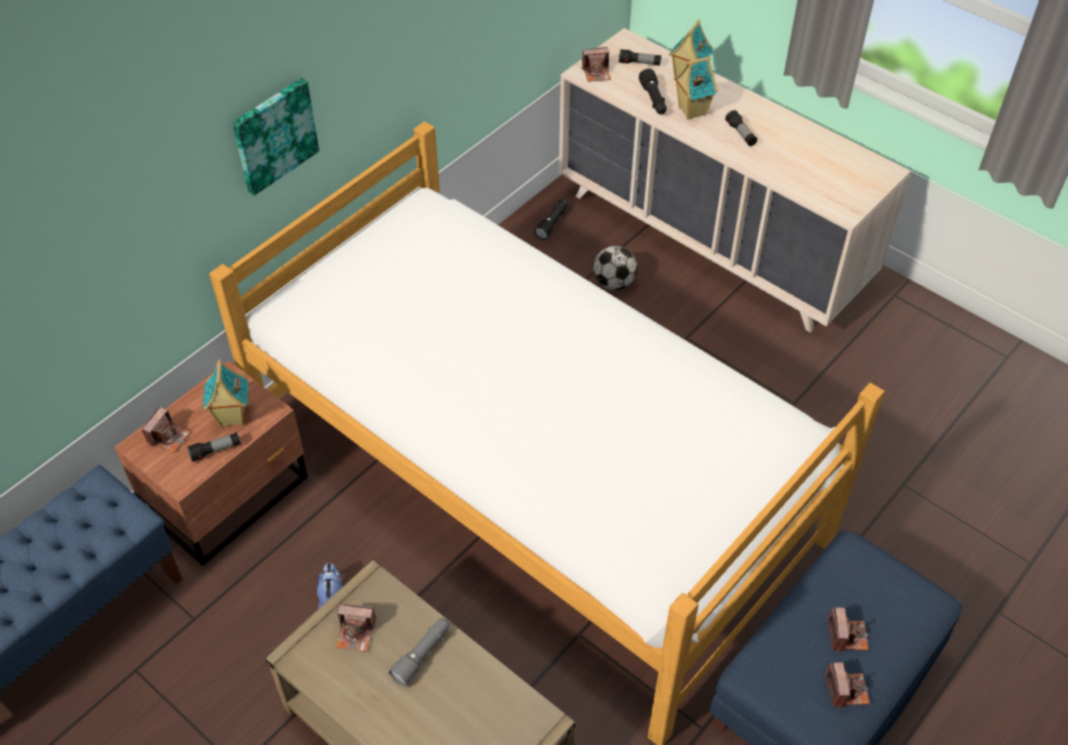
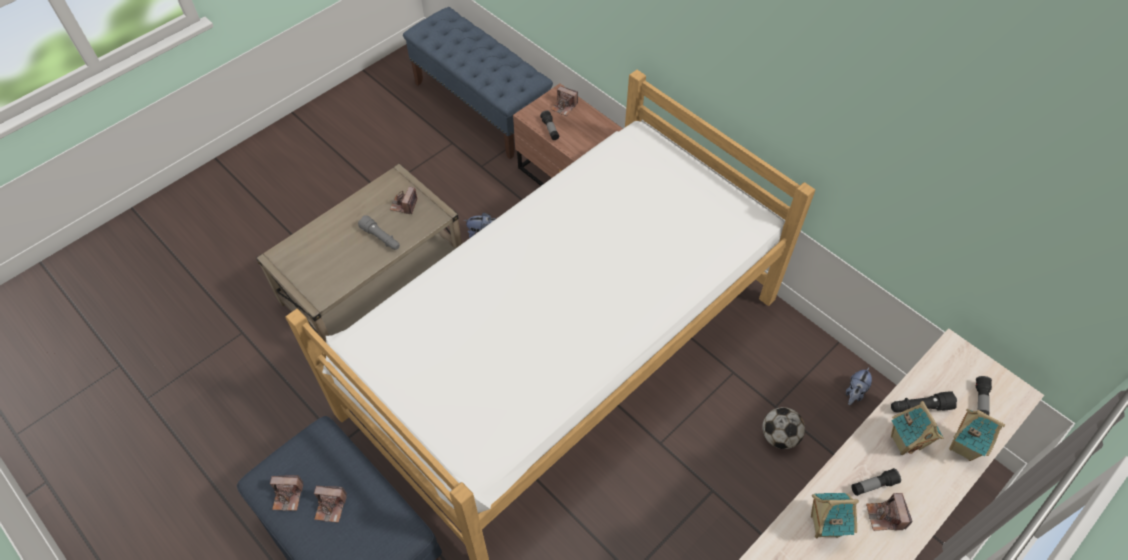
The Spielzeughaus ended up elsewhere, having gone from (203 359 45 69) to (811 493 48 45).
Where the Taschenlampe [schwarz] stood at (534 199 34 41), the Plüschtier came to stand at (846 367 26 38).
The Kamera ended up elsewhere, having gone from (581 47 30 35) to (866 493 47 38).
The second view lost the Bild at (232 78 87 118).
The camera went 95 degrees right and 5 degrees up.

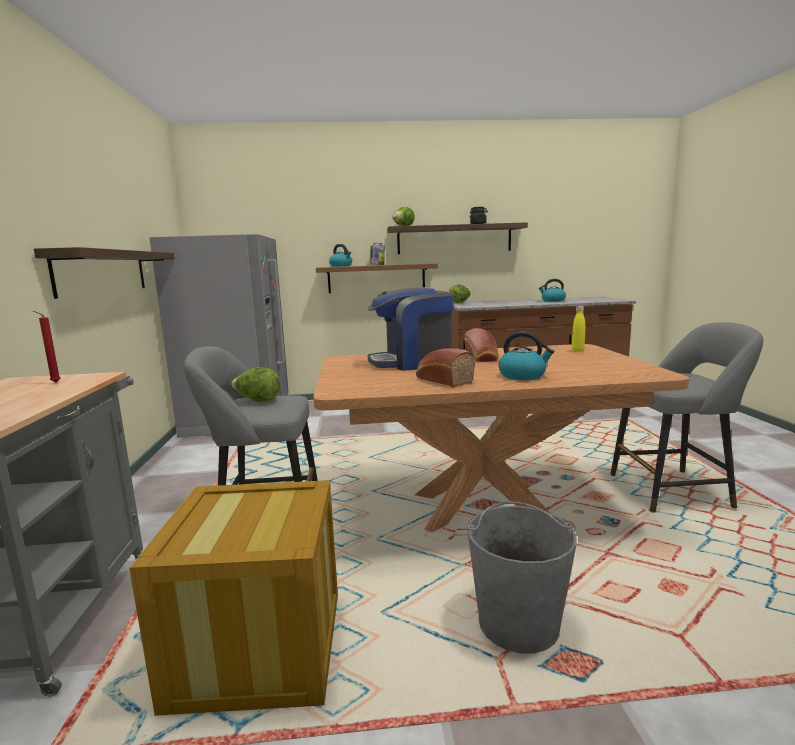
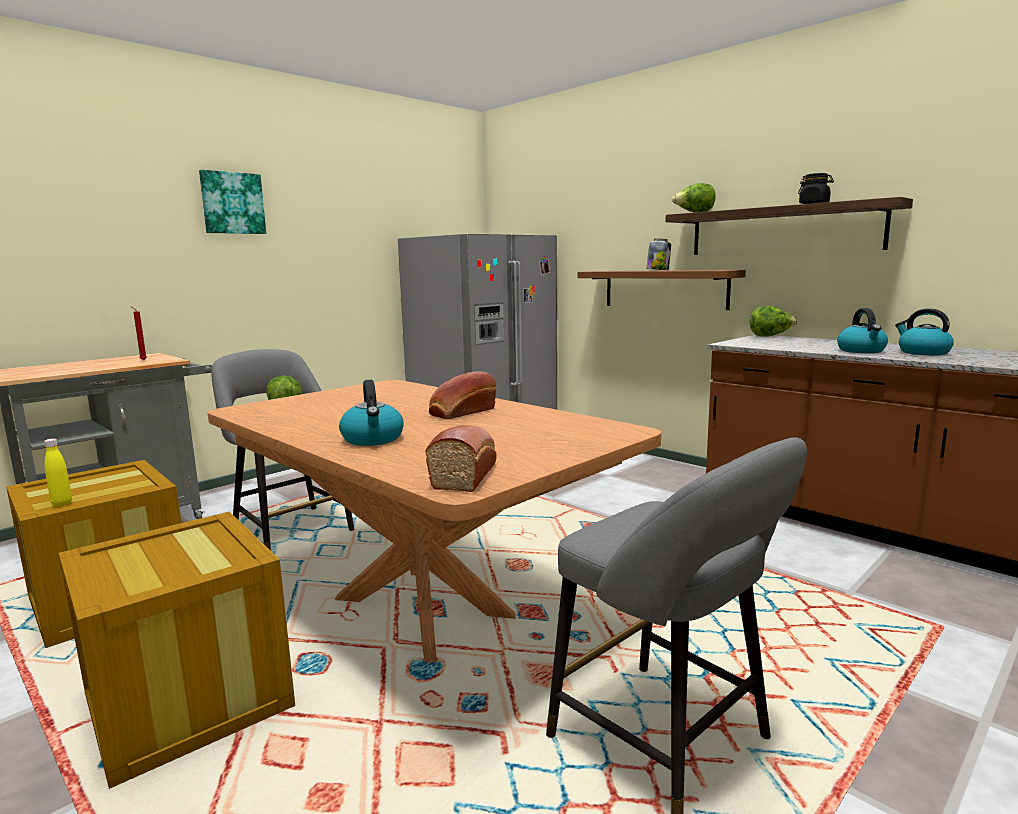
The Flasche [gelb] ended up elsewhere, having gone from (572 306 13 46) to (44 439 28 67).
Where the Eimer [grau] stood at (467 501 110 153), the Kiste came to stand at (59 512 236 277).
The second view gained the Bild at (199 170 67 64).
The Brot ended up elsewhere, having gone from (416 348 59 39) to (425 425 72 67).
The Wasserkessel ended up elsewhere, having gone from (329 244 23 23) to (837 308 51 45).
The second view lost the Wandregal at (34 247 140 52).
The second view lost the Kaffeemaschine at (367 287 87 84).
The camera went 50 degrees right and 0 degrees up.

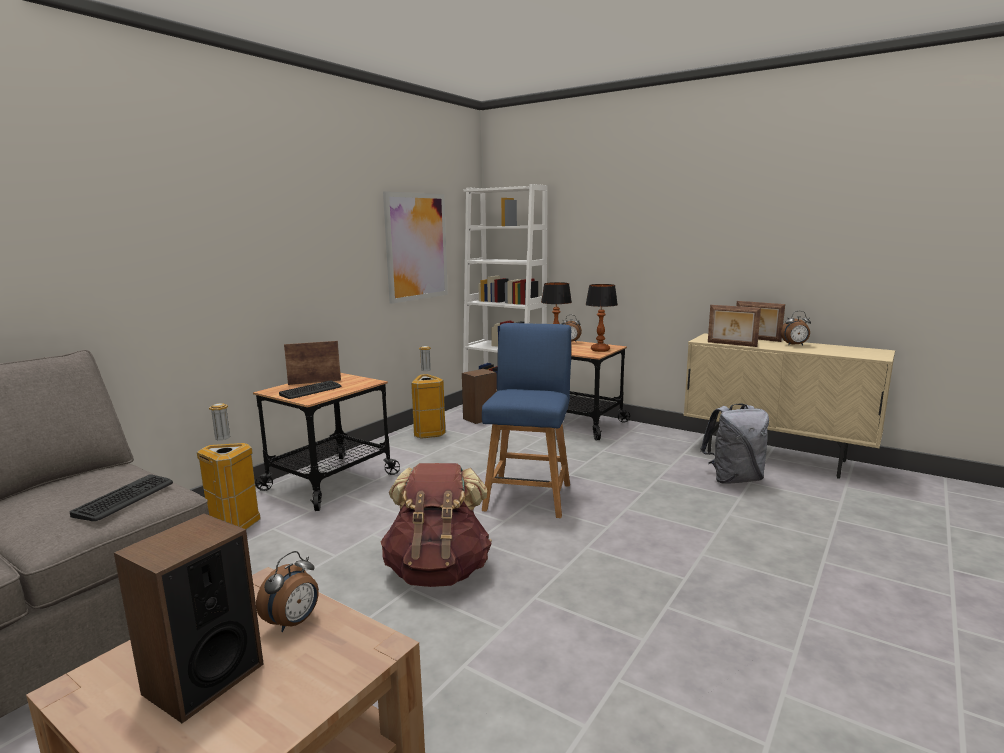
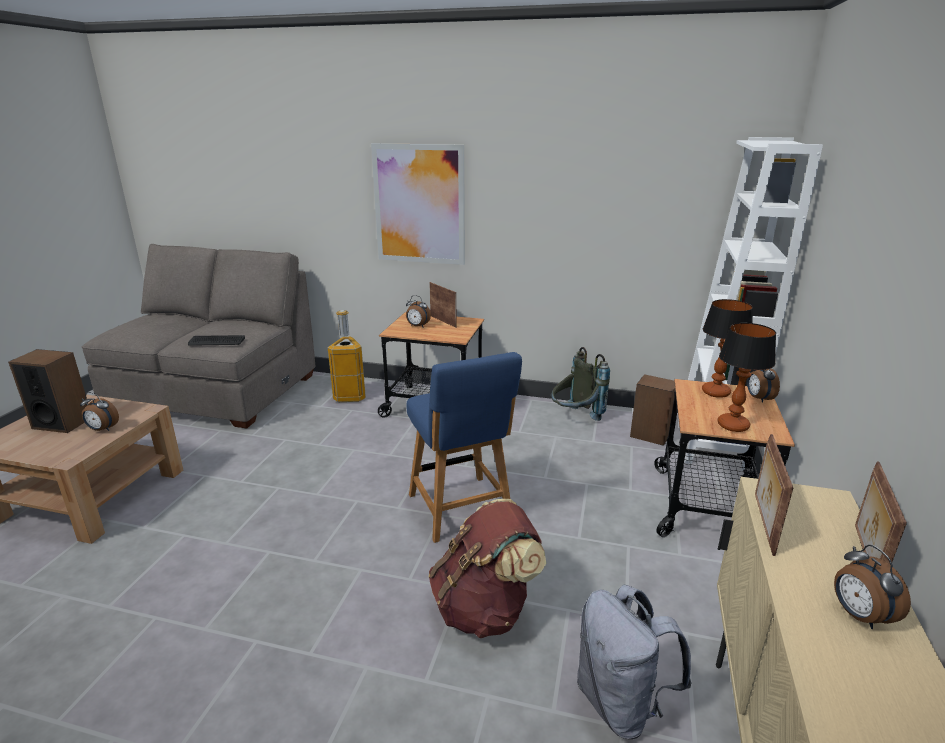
The Bild ended up elsewhere, having gone from (383 191 65 113) to (371 143 94 122).
Where the Tastatur stood at (279 380 62 19), the Wecker came to stand at (406 295 25 32).
The Stuhl [blau] at (482 323 89 195) ended up facing another way, 75 degrees clockwise from before.
The Rucksack [braun] ended up elsewhere, having gone from (381 463 111 124) to (429 499 117 139).
Where the Mülleimer stood at (411 346 35 93), the Rucksack [grau] came to stand at (551 347 59 74).
The camera went 70 degrees right and 10 degrees up.

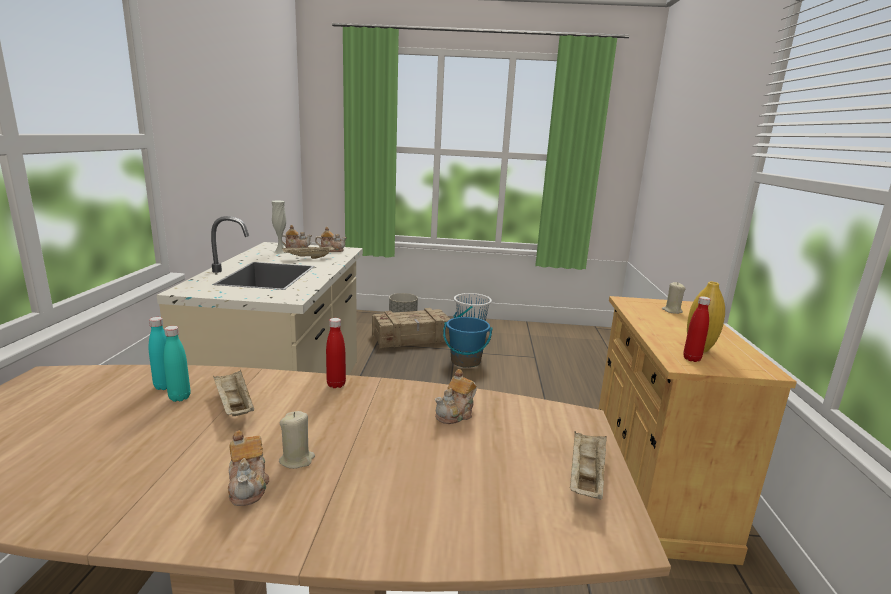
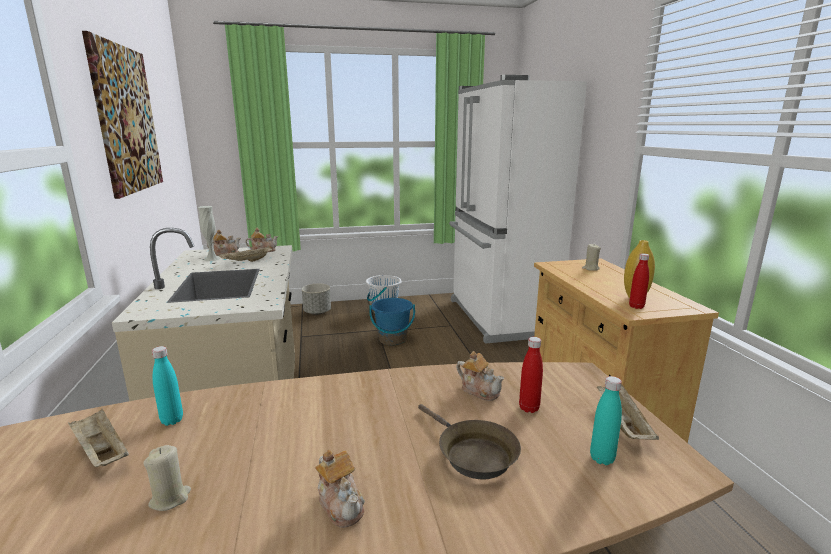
The Tablett [beige] ended up elsewhere, having gone from (213 369 41 47) to (68 409 61 58).
The second view gained the Bild at (82 31 81 168).
The Kerze [beige] ended up elsewhere, having gone from (279 411 36 58) to (143 445 48 66).
The second view gained the Pfanne [braun] at (418 404 103 75).
The second view gained the Kühlschrank [weiß] at (449 75 138 269).
The Teekanne at (435 369 42 55) ended up facing another way, 75 degrees counterclockwise from before.
The Flasche [rot] ended up elsewhere, having gone from (326 318 20 70) to (519 337 24 76).
The Flasche [türkis] ended up elsewhere, having gone from (164 326 27 76) to (590 376 32 89).
The second view lost the Kiste at (372 308 78 40).
The camera went 15 degrees left and 0 degrees up.

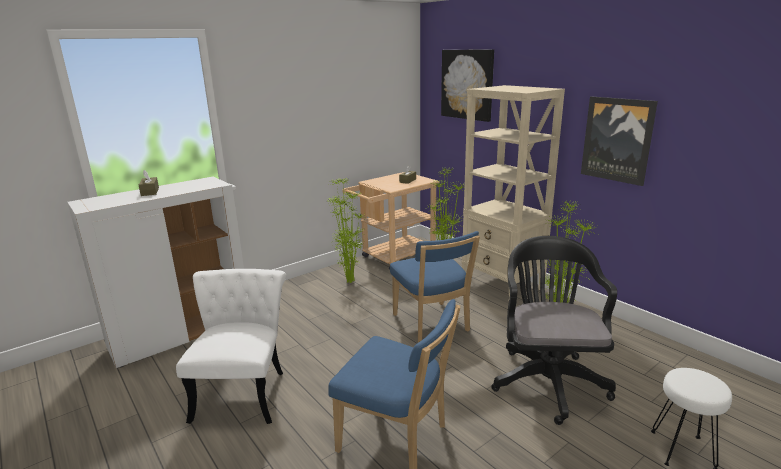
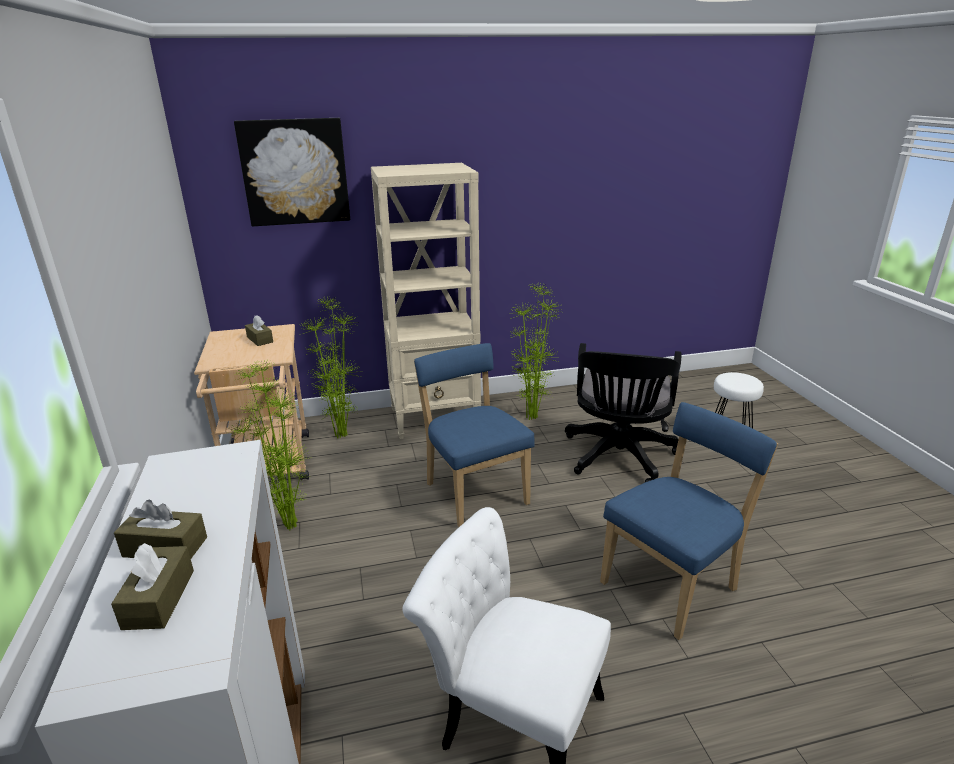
The second view gained the Taschentuchbox [braun] at (111 543 83 87).
The Stuhl [blau] at (390 231 90 112) ended up facing another way, 120 degrees counterclockwise from before.
The Bürostuhl [schwarz] at (491 236 126 189) ended up facing another way, 105 degrees counterclockwise from before.
The second view lost the Bild at (581 96 77 90).
The camera went 65 degrees left and 5 degrees up.

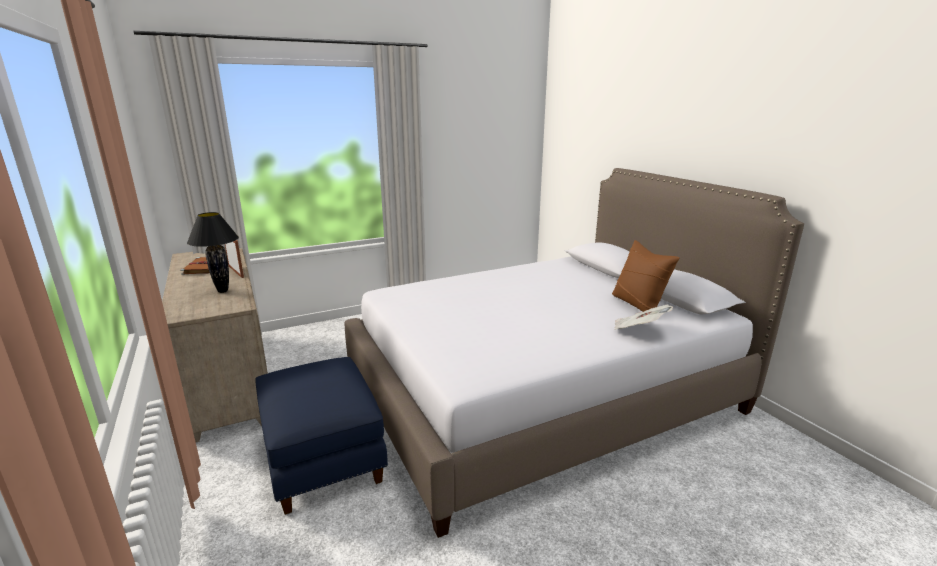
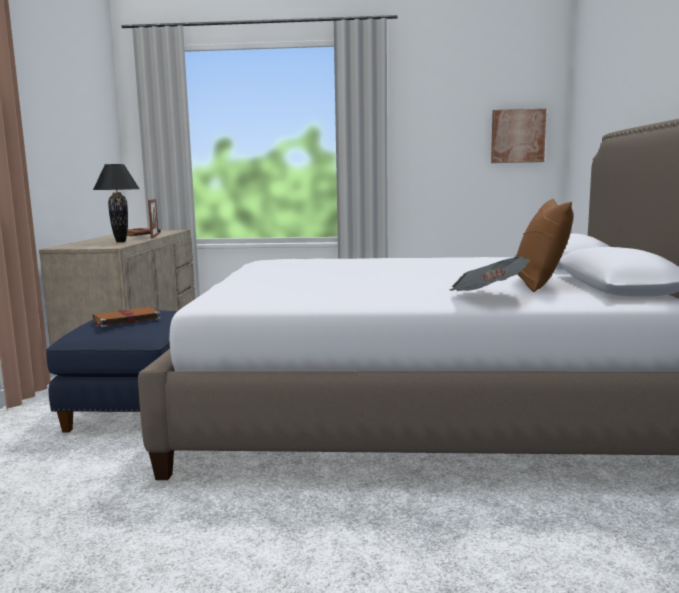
The second view gained the Buch [braun] at (93 307 67 20).
The second view gained the Bild at (491 109 55 54).
The camera went 30 degrees right and 10 degrees down.

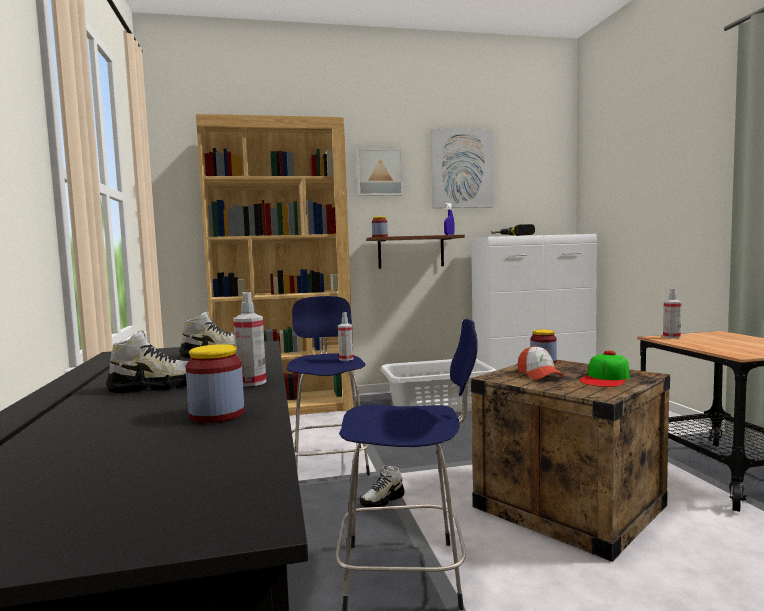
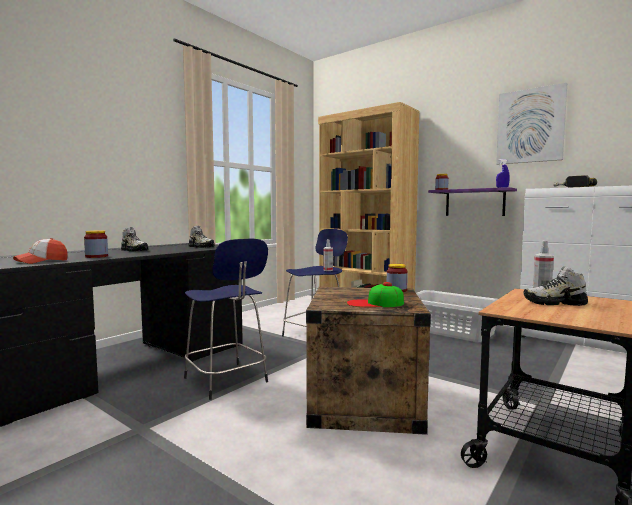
The Kappe ended up elsewhere, having gone from (518 345 46 35) to (13 238 55 26).
What was the Wandregal [braun] at (366 235 99 34) turned into the Wandregal [lila] at (428 187 89 29).
The Schuh ended up elsewhere, having gone from (360 464 45 44) to (524 266 64 40).
The second view lost the Sprühflasche at (233 292 33 95).
The second view lost the Bild at (356 148 47 48).
The camera went 50 degrees right and 0 degrees up.

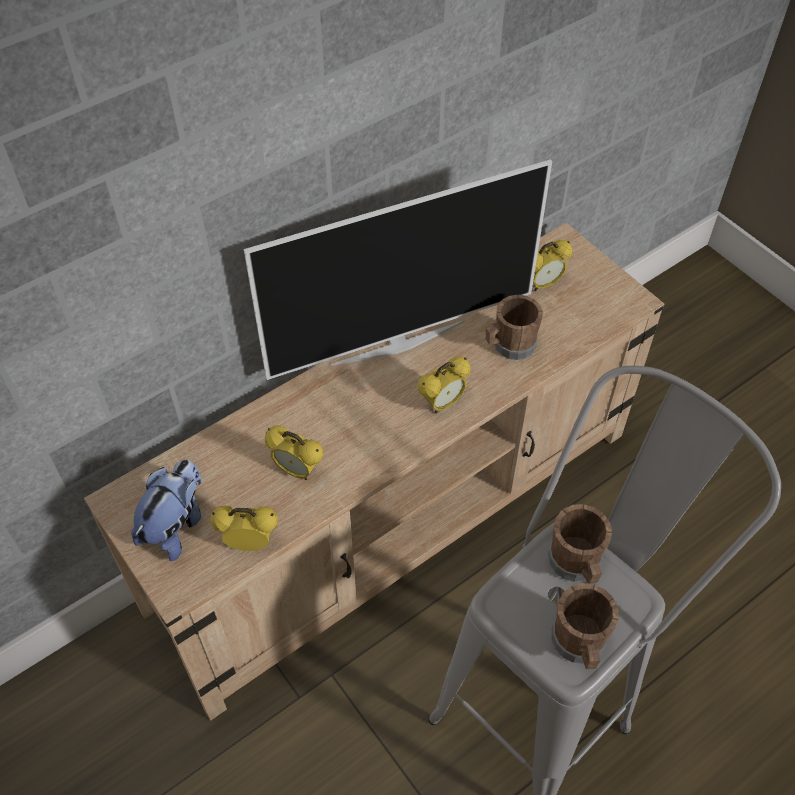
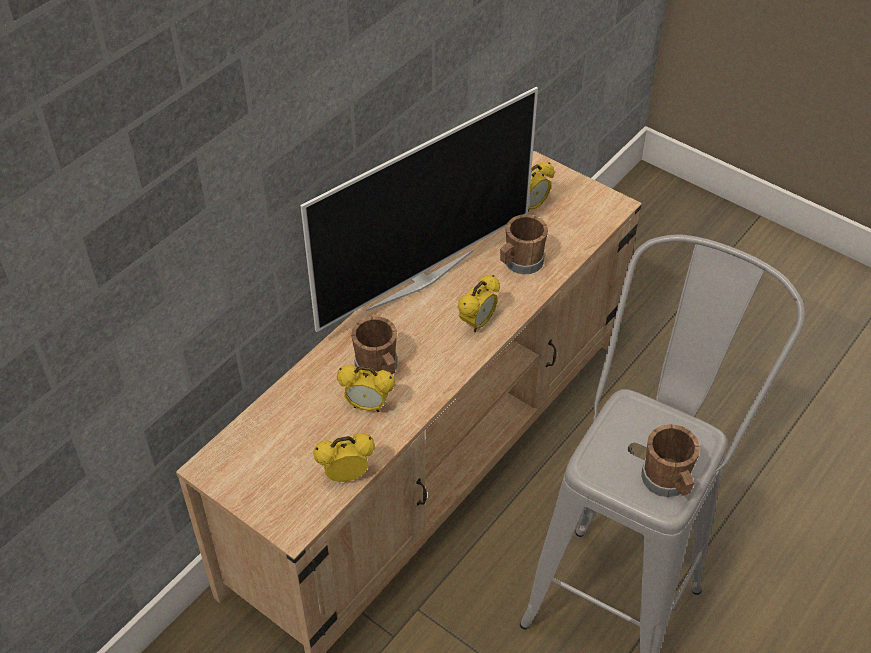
The Henkelbecher [braun] ended up elsewhere, having gone from (548 504 64 80) to (351 316 46 58).
The second view lost the Plüschtier at (131 459 71 102).
The camera went 15 degrees left and 5 degrees down.

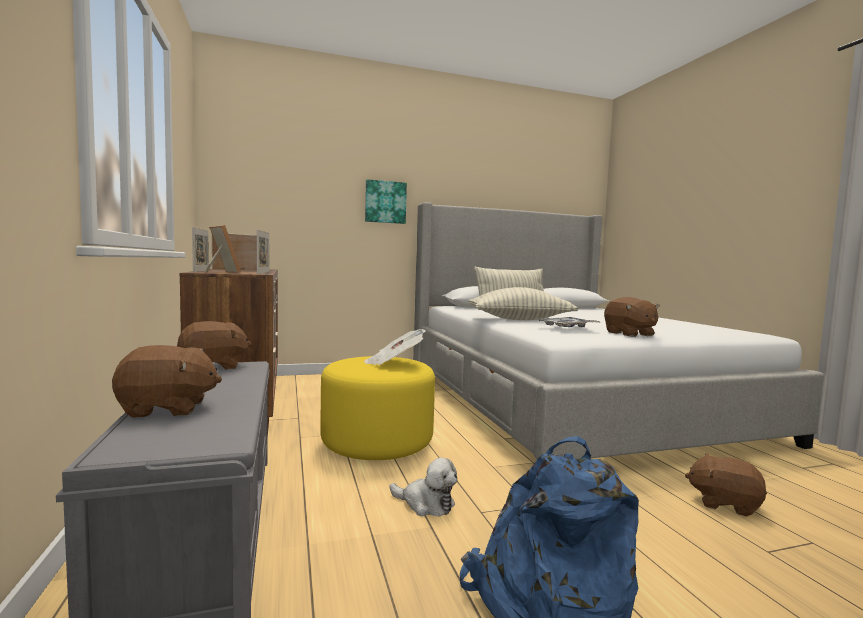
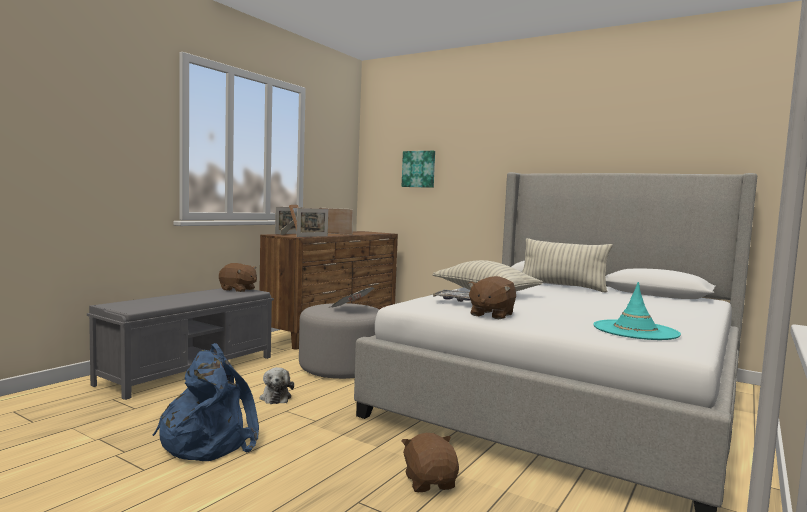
What was the Polsterhocker [gelb] at (320 356 115 104) turned into the Polsterhocker [grau] at (299 303 80 76).
The Bild ended up elsewhere, having gone from (365 179 42 45) to (402 151 33 37).
The second view gained the Hut [türkis] at (593 282 88 58).
The second view lost the Plüschtier [braun] at (112 345 110 73).
The camera went 50 degrees right and 0 degrees up.

